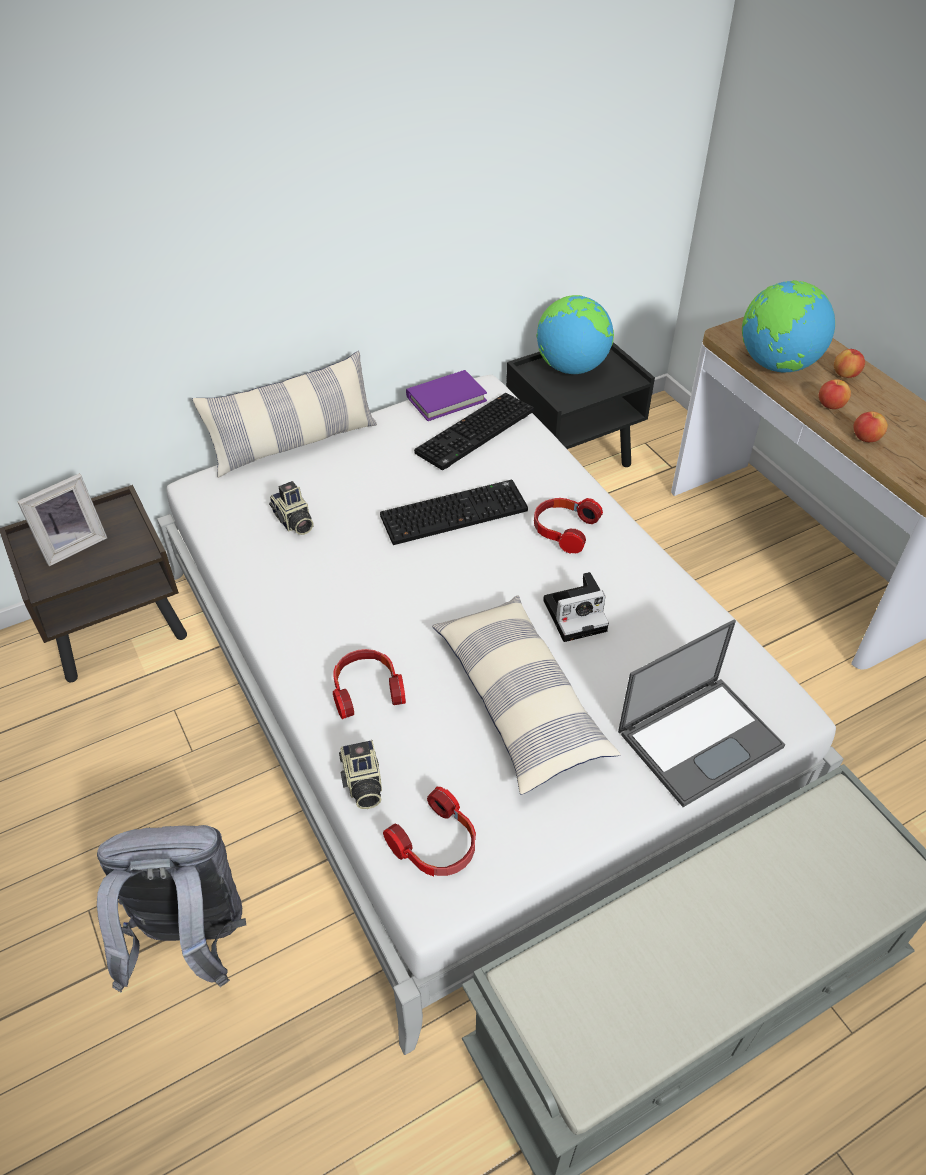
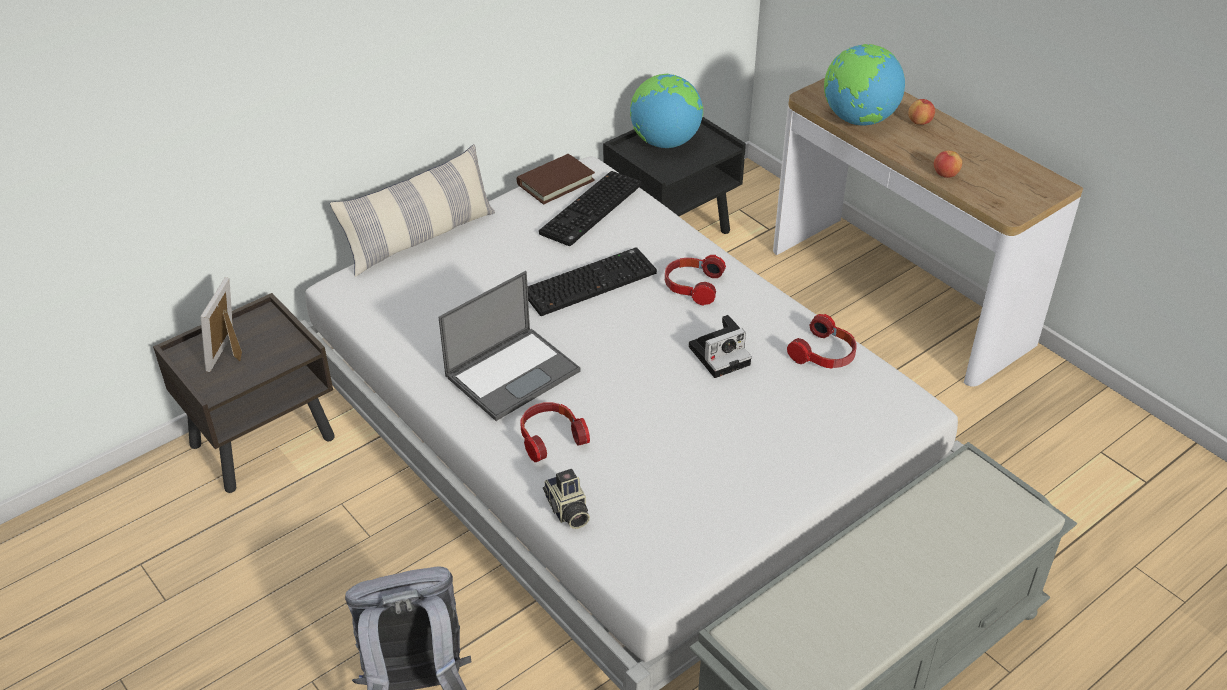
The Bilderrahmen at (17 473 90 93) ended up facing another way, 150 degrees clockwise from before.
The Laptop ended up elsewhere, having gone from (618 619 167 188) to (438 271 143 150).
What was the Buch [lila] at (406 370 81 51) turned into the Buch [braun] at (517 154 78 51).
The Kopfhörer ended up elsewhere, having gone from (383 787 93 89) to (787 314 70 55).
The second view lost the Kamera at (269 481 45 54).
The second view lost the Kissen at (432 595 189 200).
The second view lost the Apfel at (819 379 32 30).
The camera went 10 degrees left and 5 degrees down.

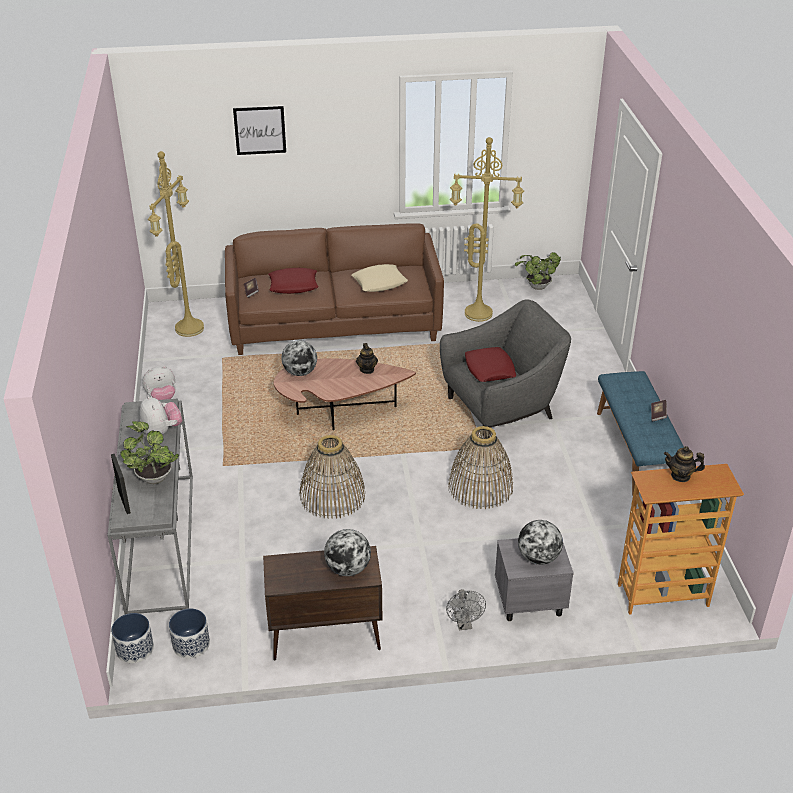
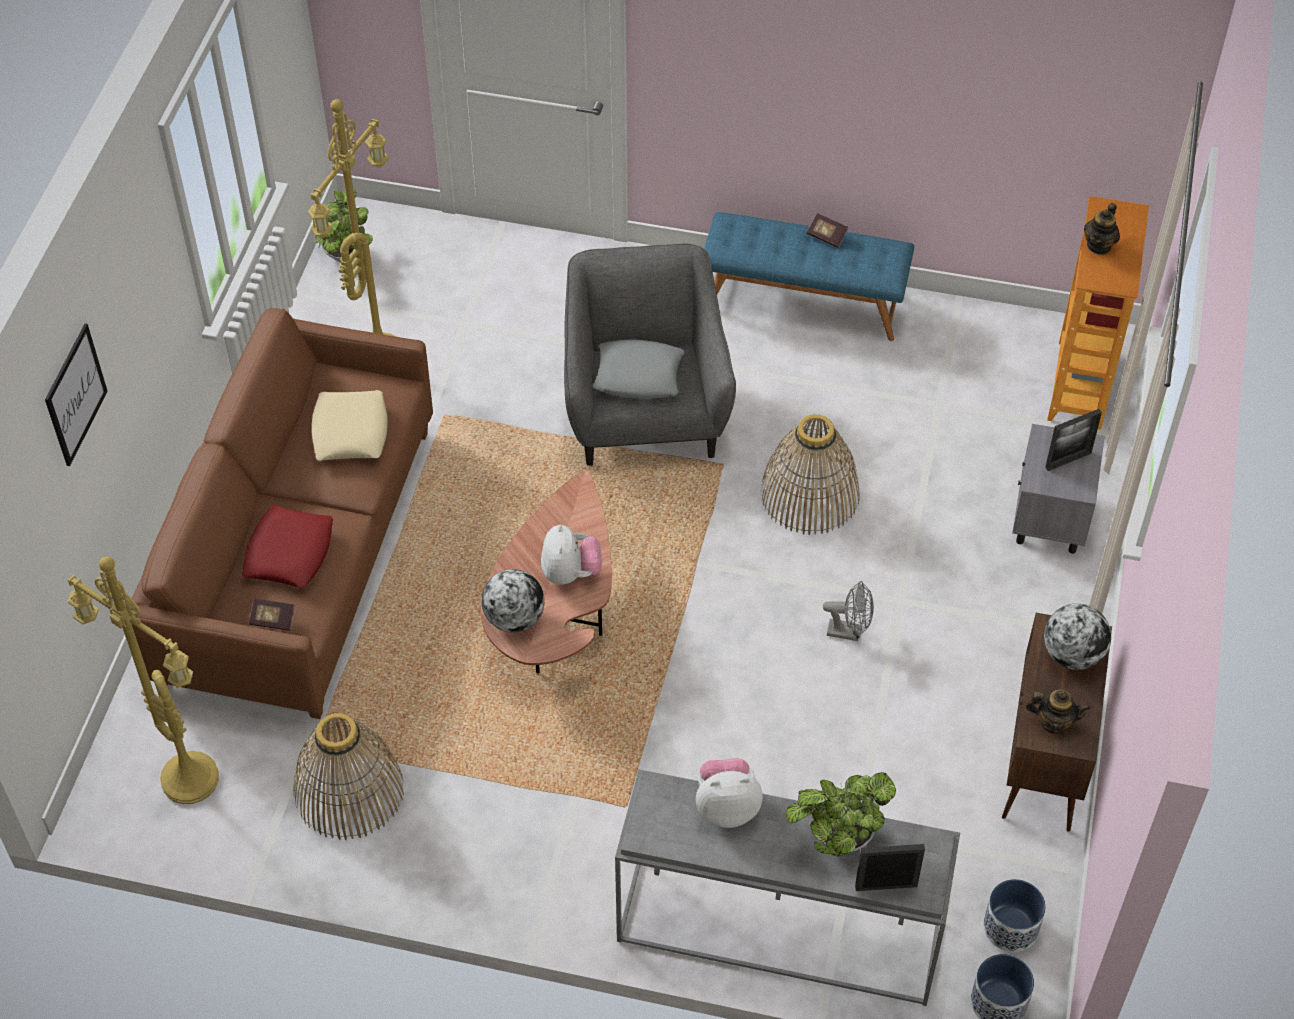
The Korb ended up elsewhere, having gone from (300 435 66 84) to (293 713 111 127).
The Plüschtier ended up elsewhere, having gone from (142 366 34 34) to (541 525 61 60).
What was the Kissen [rot] at (465 347 51 35) turned into the Kissen [grau] at (593 339 92 60).
The Ventilator [grau] ended up elsewhere, having gone from (446 589 40 41) to (823 581 51 60).
The Teekanne ended up elsewhere, having gone from (356 343 22 31) to (1026 690 64 44).
Where the Globus stood at (518 520 45 45), the Bilderrahmen came to stand at (1045 409 57 62).
The camera went 70 degrees left and 15 degrees up.

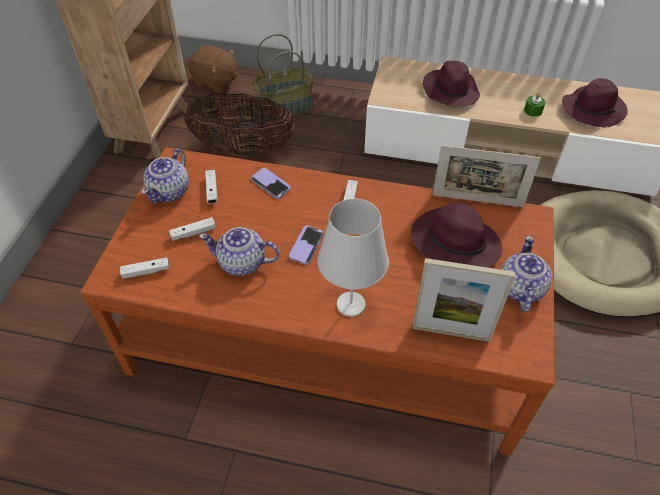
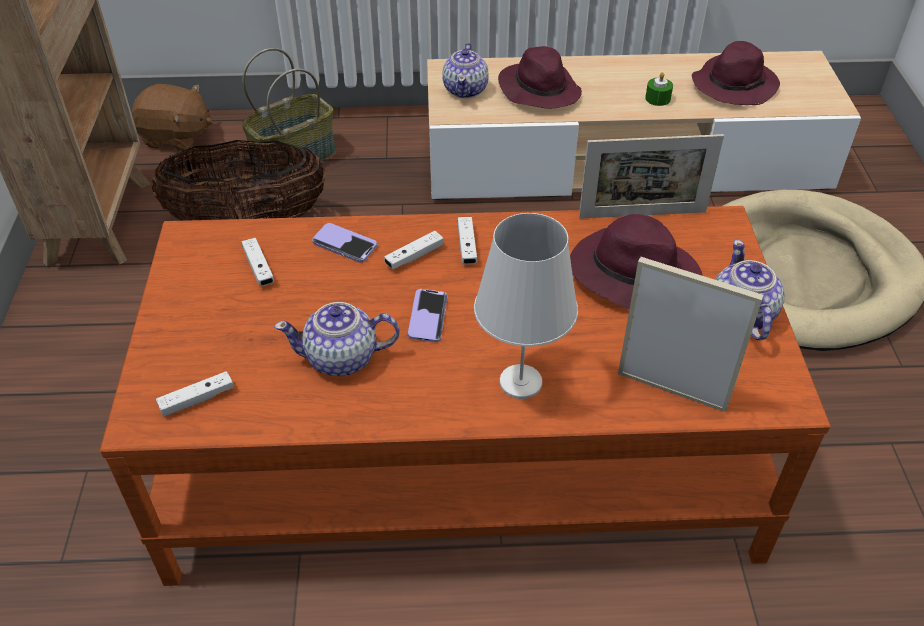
The Gamepad [weiß] ended up elsewhere, having gone from (169 217 47 24) to (384 231 59 38).
The Teekanne ended up elsewhere, having gone from (142 149 47 54) to (442 43 47 55).
The Bilderrahmen at (412 258 104 84) ended up facing another way, 150 degrees counterclockwise from before.
The camera went 15 degrees left and 5 degrees down.

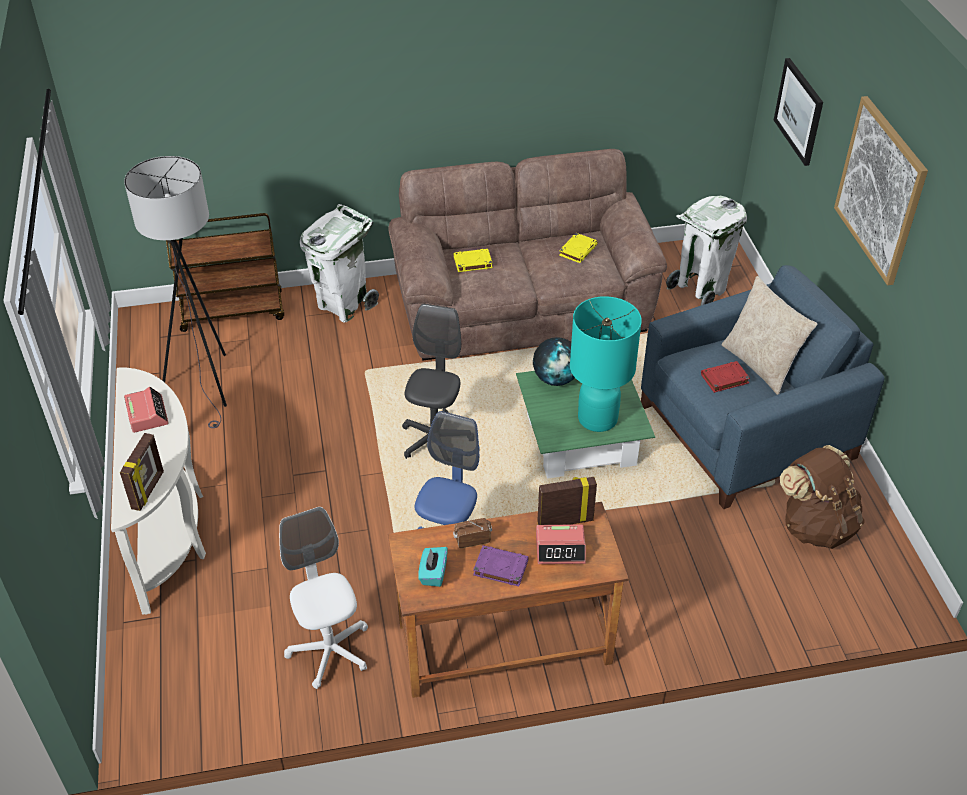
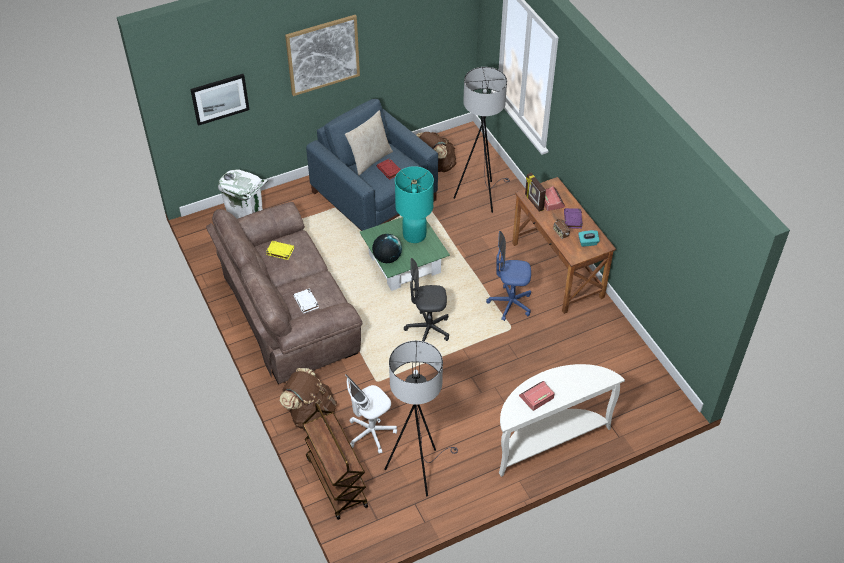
Where the Mülleimer [weiß] stood at (300 204 79 118), the Rucksack [braun] came to stand at (280 368 57 62).
What was the Buch [gelb] at (454 249 39 23) turned into the Buch [weiß] at (293 288 26 26).
The Bürostuhl [weiß] ended up elsewhere, having gone from (279 507 89 182) to (345 374 52 80).
The second view gained the Stehlampe [grau] at (454 67 56 146).
The second view lost the Bilderrahmen at (120 433 44 78).
The camera went 105 degrees left and 5 degrees up.

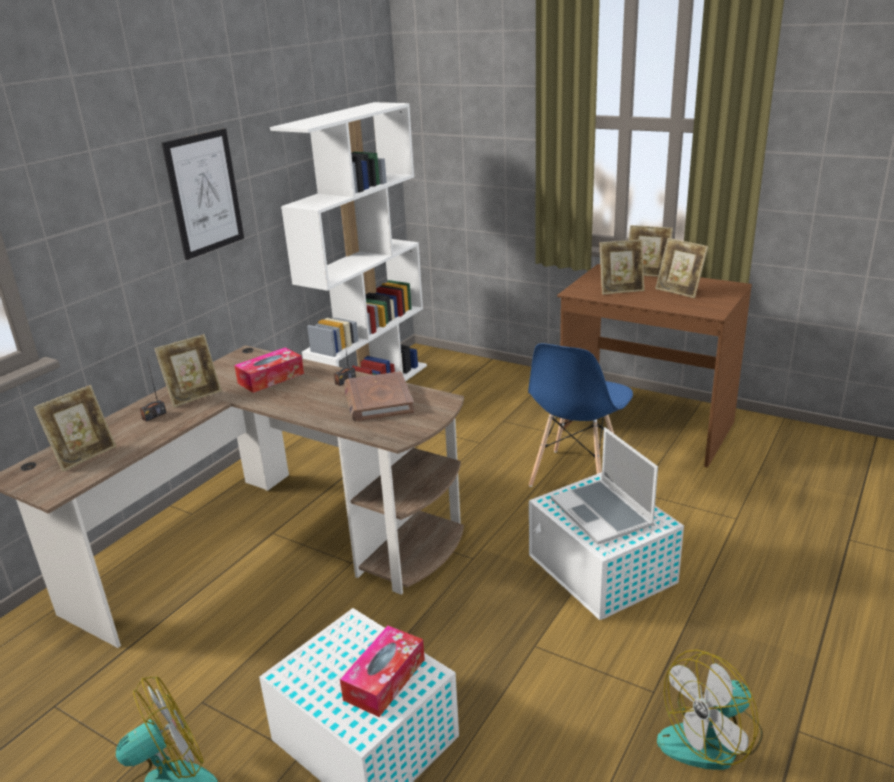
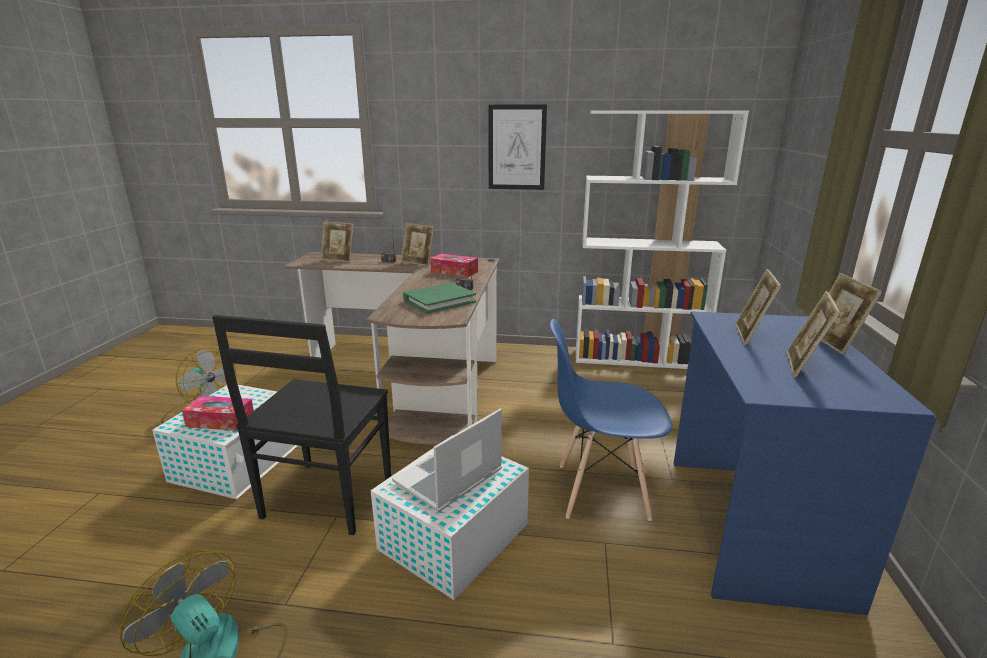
The second view gained the Stuhl [schwarz] at (212 315 179 220).
What was the Buch [braun] at (344 371 71 50) turned into the Buch [grün] at (403 283 73 31).
What was the Schreibtisch [braun] at (557 264 195 203) turned into the Schreibtisch [blau] at (674 311 263 304).
The Bilderrahmen at (599 240 45 55) ended up facing another way, 45 degrees clockwise from before.
The camera went 65 degrees right and 5 degrees down.

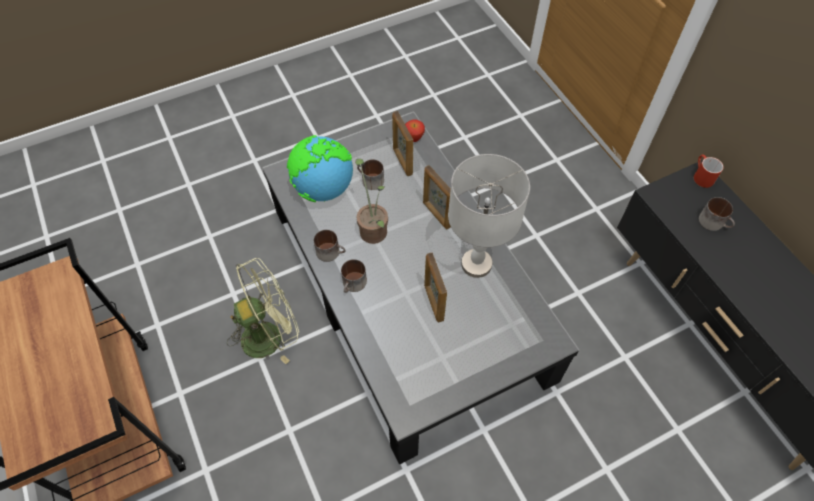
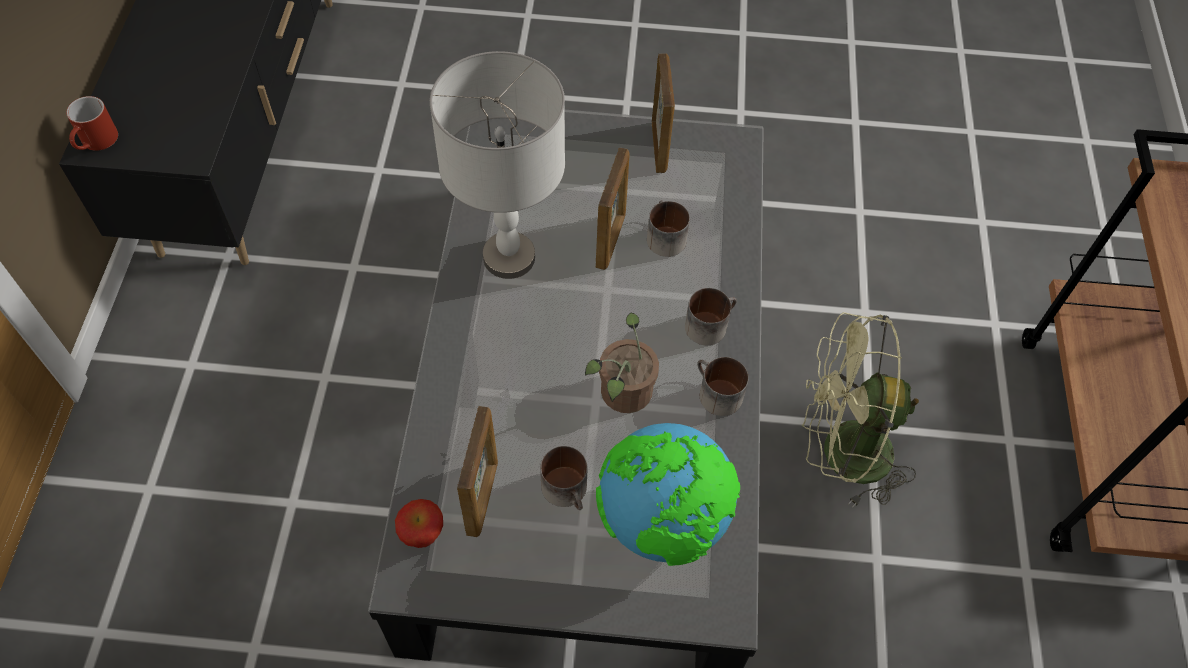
The Henkelbecher ended up elsewhere, having gone from (699 197 36 34) to (647 201 43 56).
The Bilderrahmen ended up elsewhere, having gone from (423 165 28 64) to (652 53 23 120).
The camera went 150 degrees left and 0 degrees up.

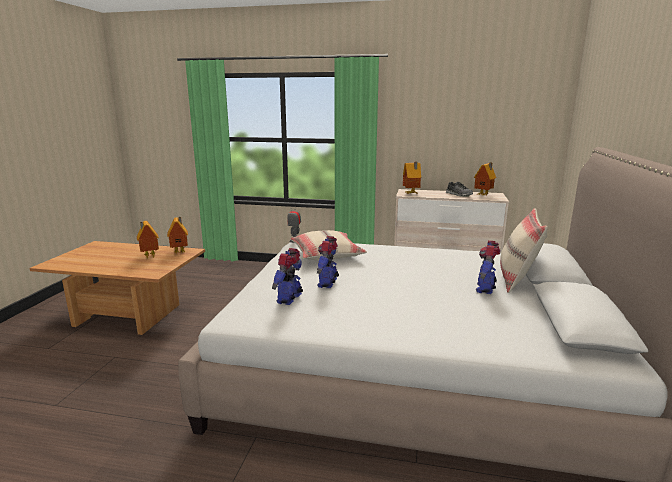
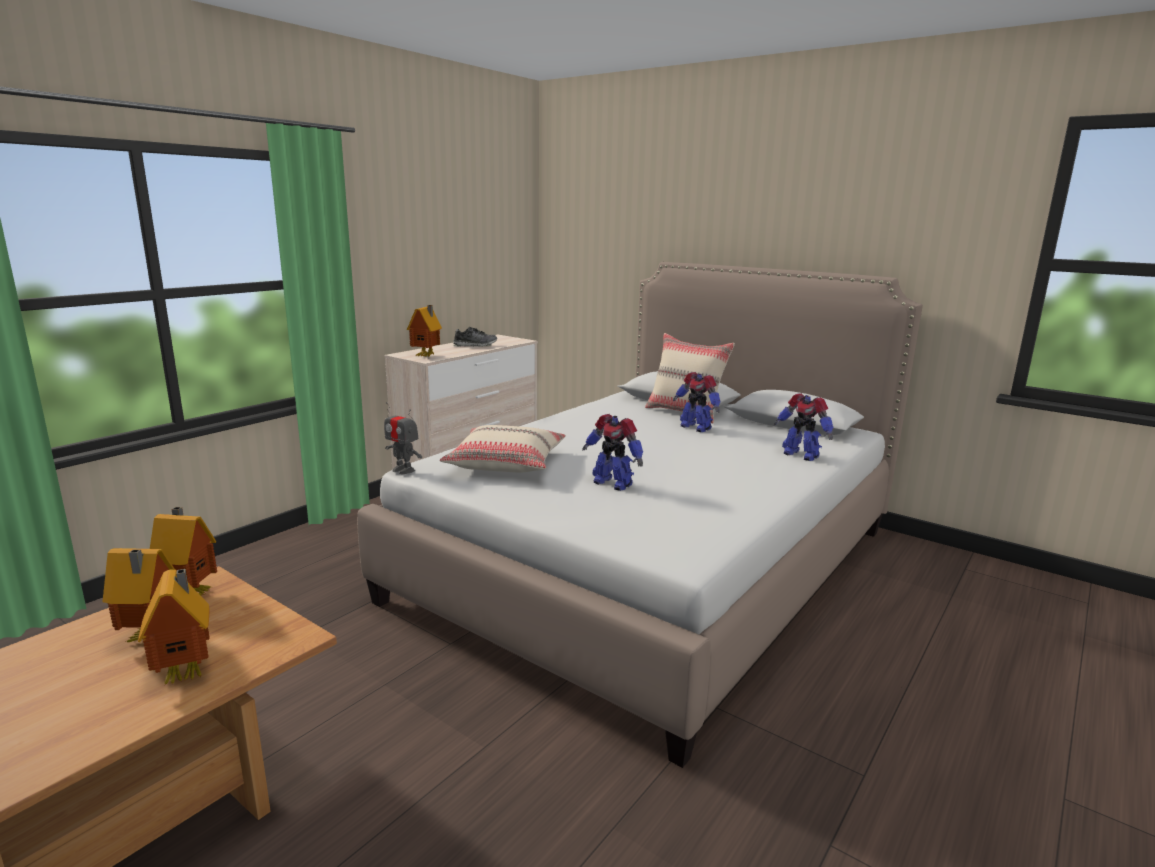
The Spielzeughaus ended up elsewhere, having gone from (474 162 22 34) to (138 569 72 116).
The Spielzeugroboter ended up elsewhere, having gone from (272 248 31 57) to (774 393 59 68).
The camera went 65 degrees left and 0 degrees up.

